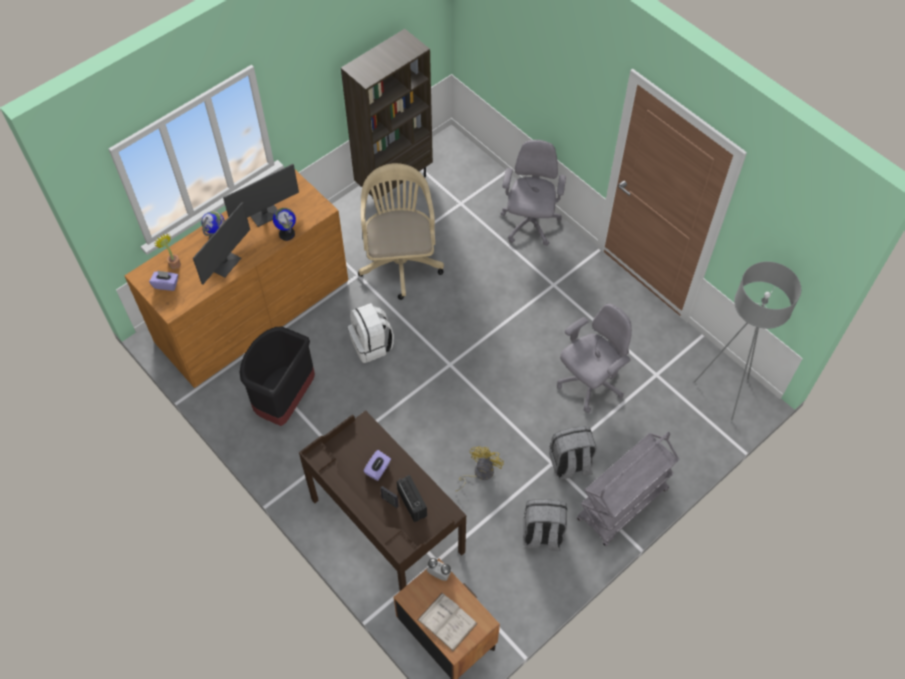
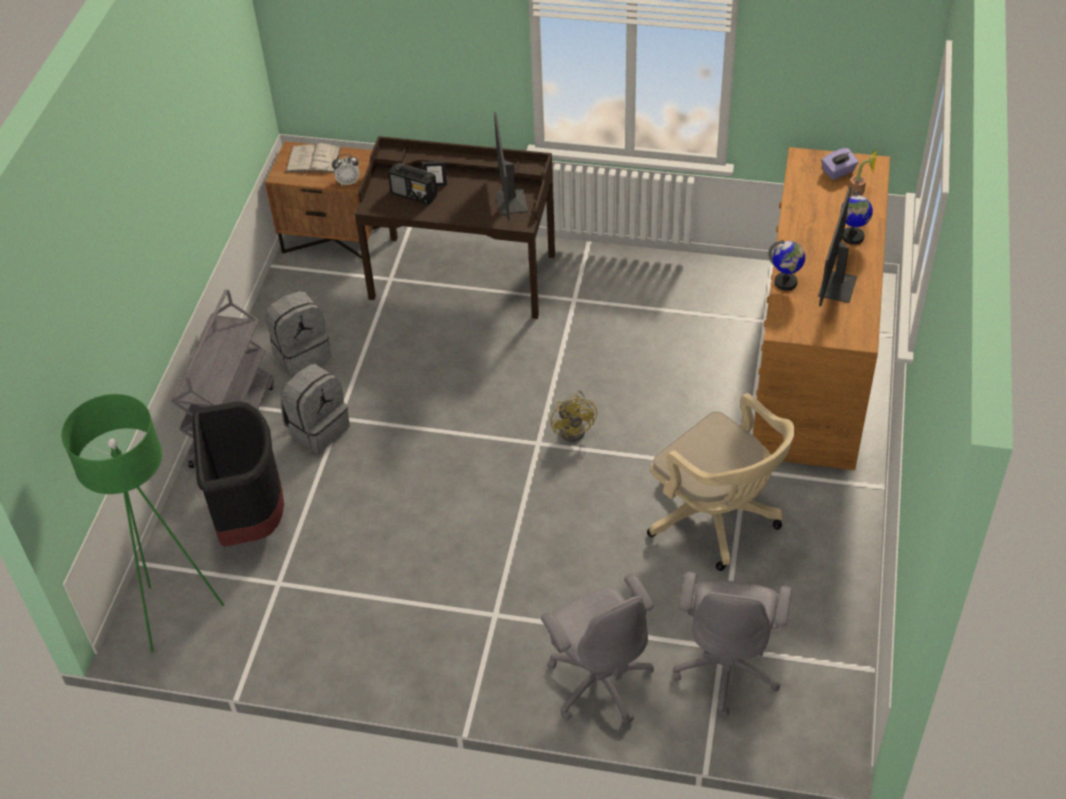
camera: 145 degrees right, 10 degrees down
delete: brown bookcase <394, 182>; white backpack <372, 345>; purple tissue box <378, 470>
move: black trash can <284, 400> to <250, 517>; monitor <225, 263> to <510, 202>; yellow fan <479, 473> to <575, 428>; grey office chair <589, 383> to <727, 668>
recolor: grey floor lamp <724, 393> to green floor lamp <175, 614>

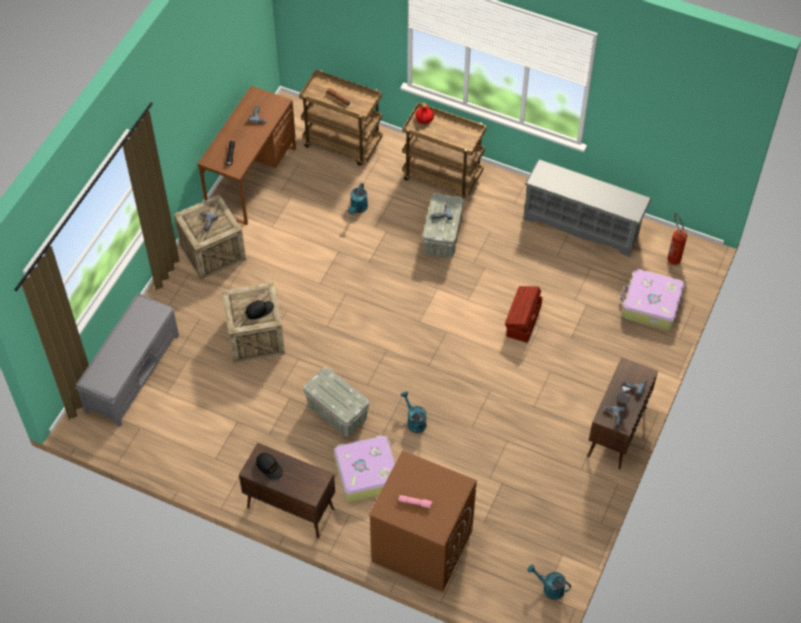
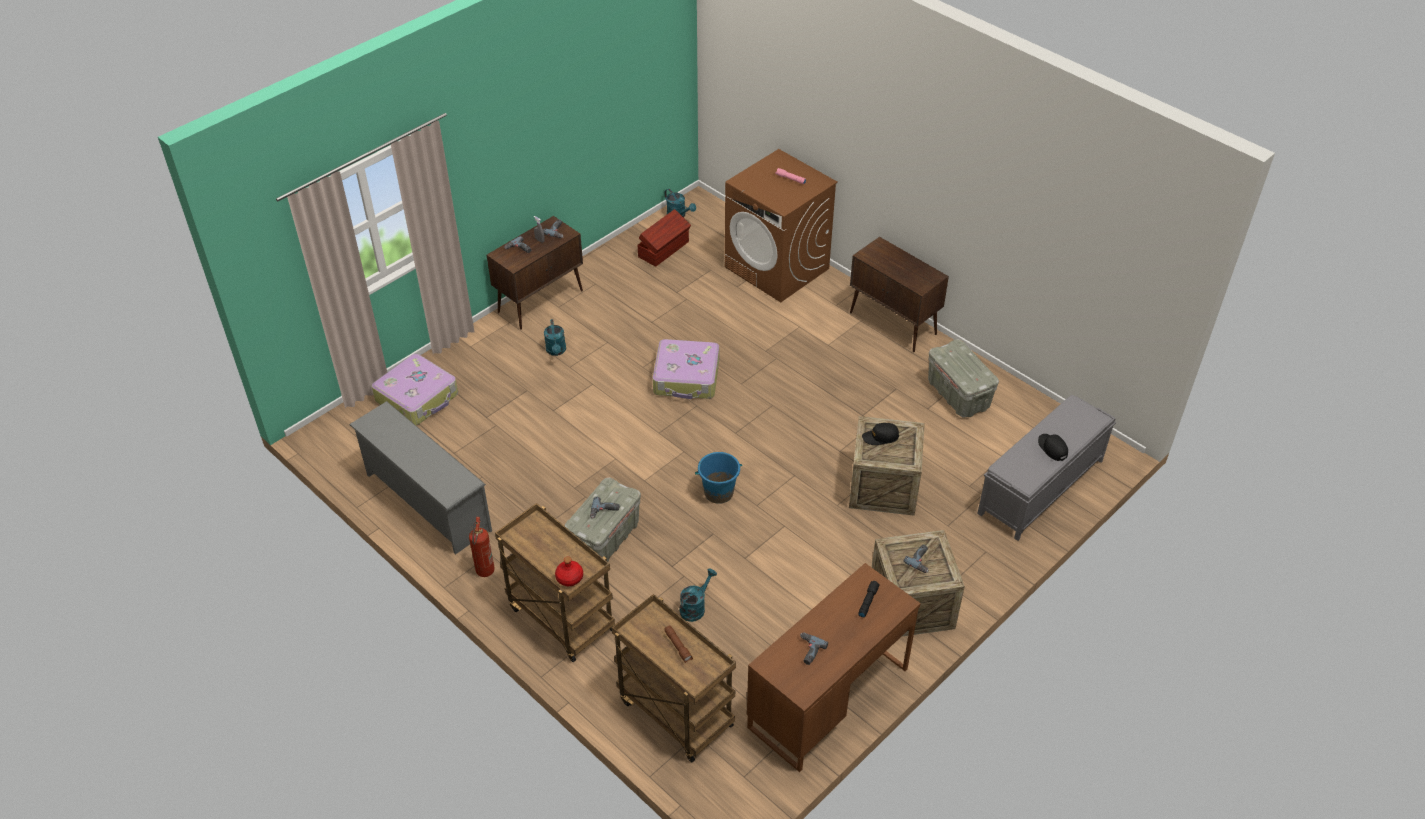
camera: 160 degrees left, 10 degrees down
insert: blue bucket <718, 492>
move: fire extinguisher <672, 256> to <484, 574>; turquoise watering can <414, 421> to <556, 351>; brown storage box <523, 321> to <664, 249>; suitcase <366, 473> to <687, 378>; grey storage box <336, 412> to <958, 395>; black cap <269, 467> to <1052, 448>

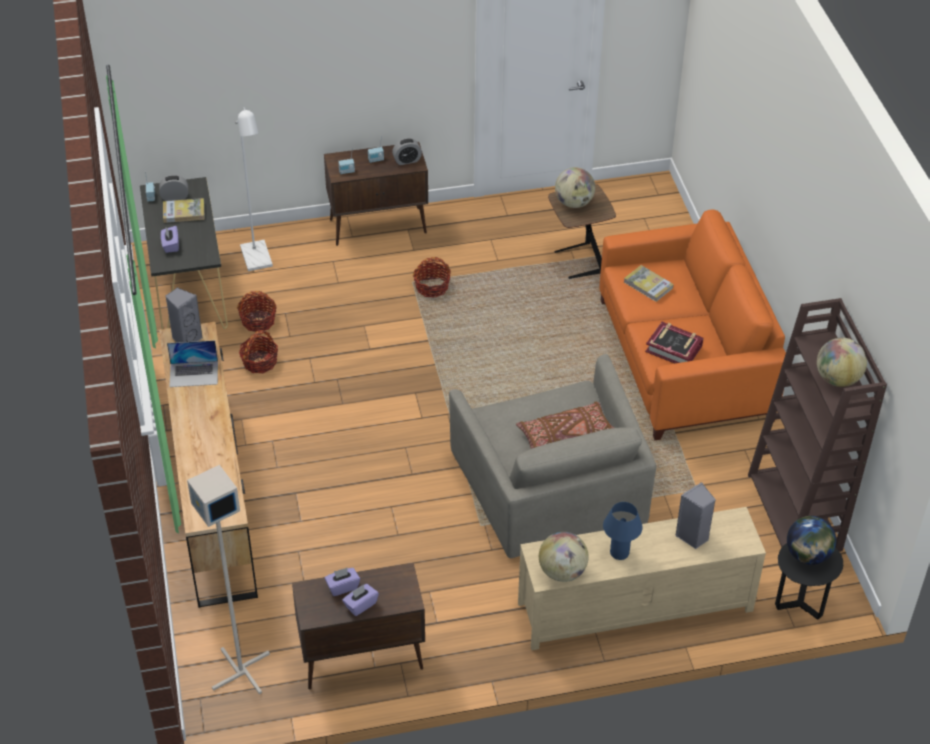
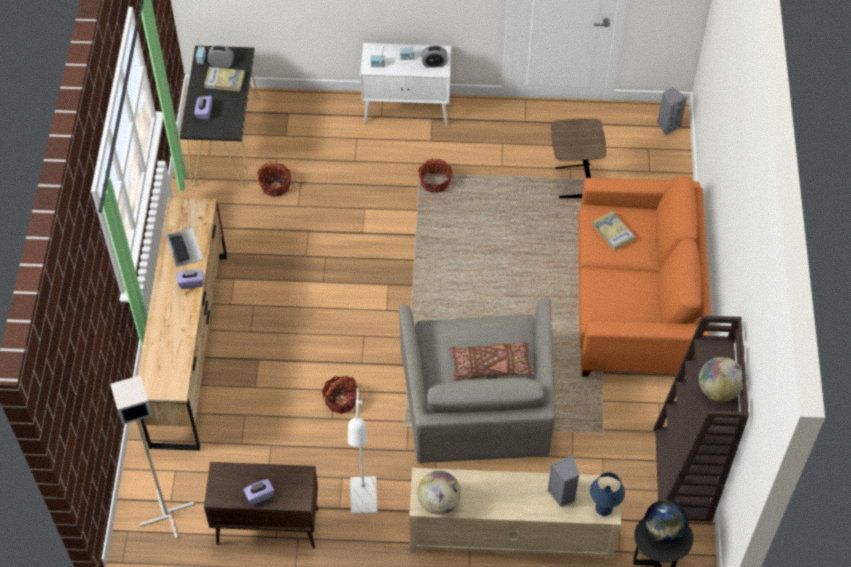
camera: 15 degrees right, 10 degrees up
delete: globe <574, 203>; book <674, 348>
move: purple tissue box <342, 587> to <191, 283>; basket <259, 362> to <341, 399>; white floor lamp <258, 261> to <364, 503>; blue table lamp <619, 553> to <603, 508>; grey speaker <186, 339> to <667, 126>
recolor: brown cabinet <379, 226> to white cabinet <407, 110>
rotate: laptop <194, 374> = <184, 247> 120 degrees counterclockwise

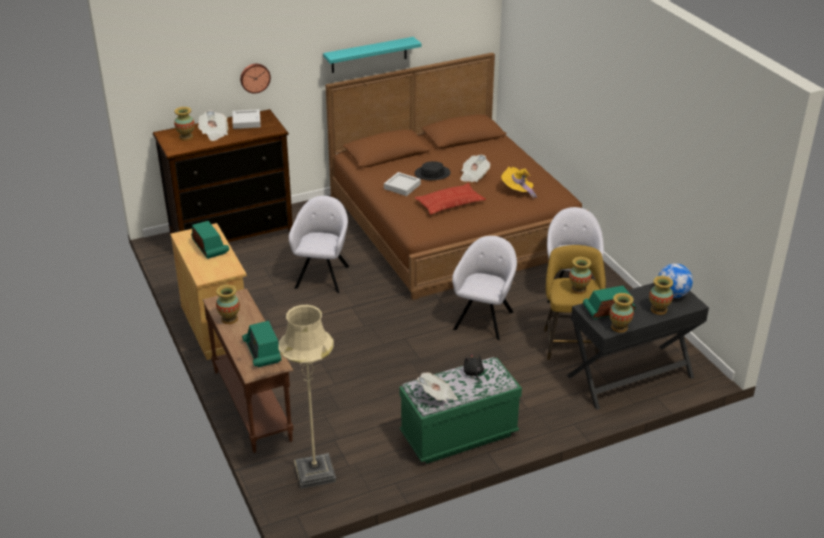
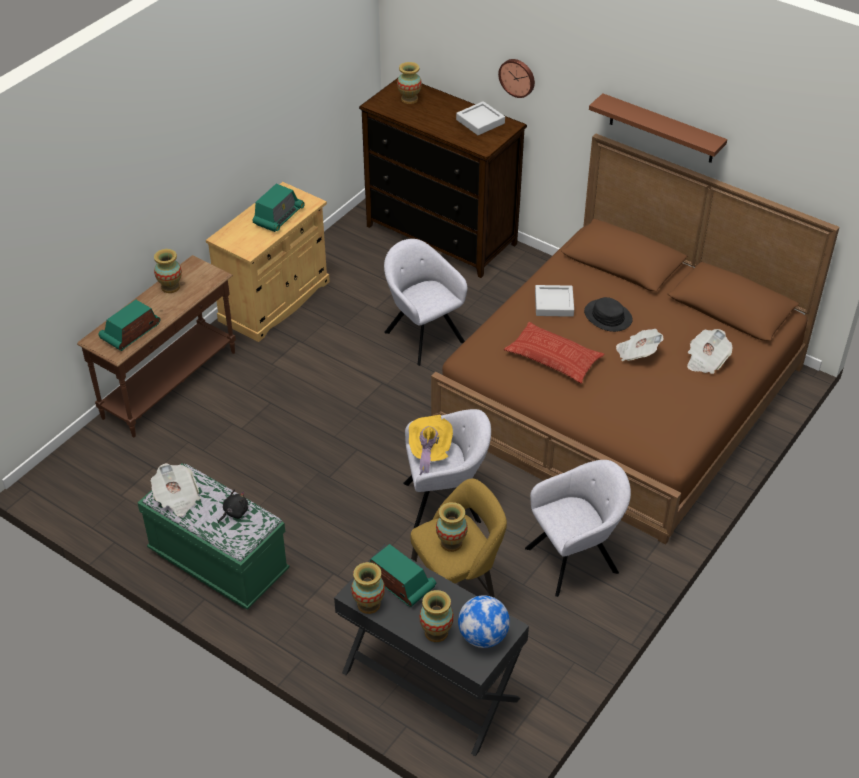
camera: 60 degrees right, 10 degrees up
delete: beige floor lamp <315, 472>
move: yellow hat <517, 191> to <429, 452>; newspaper <214, 133> to <706, 360>
recolor: turquoise shelf <369, 55> to brown shelf <661, 129>
rotate: grey armchair <322, 275> = <422, 335> 105 degrees counterclockwise

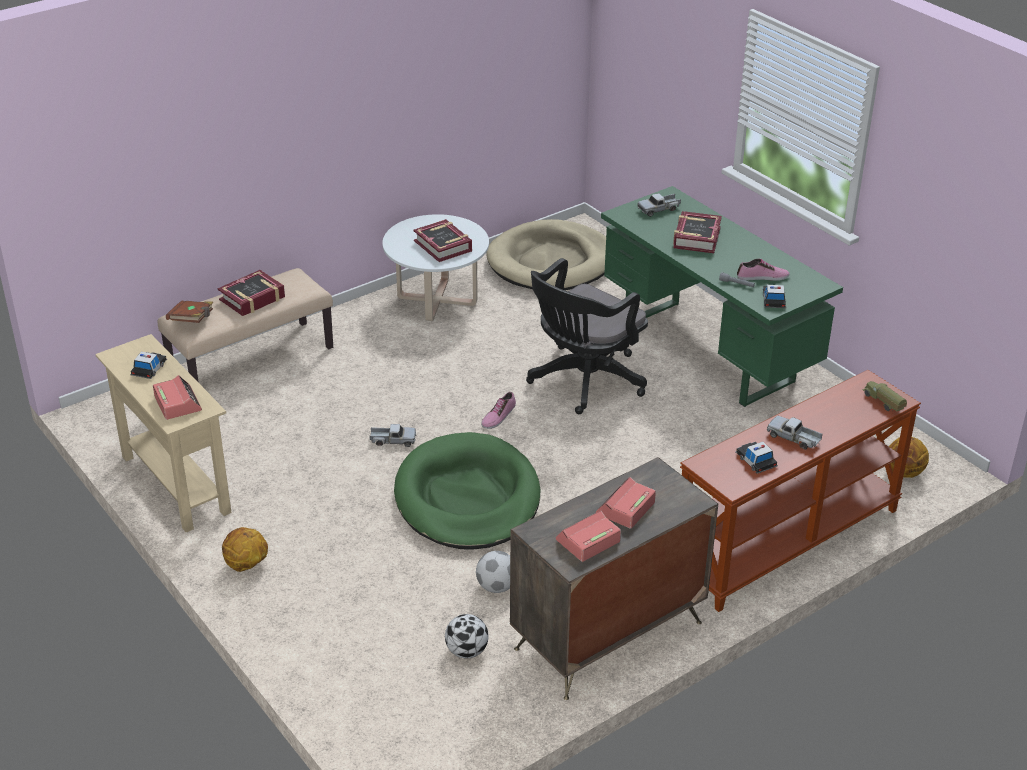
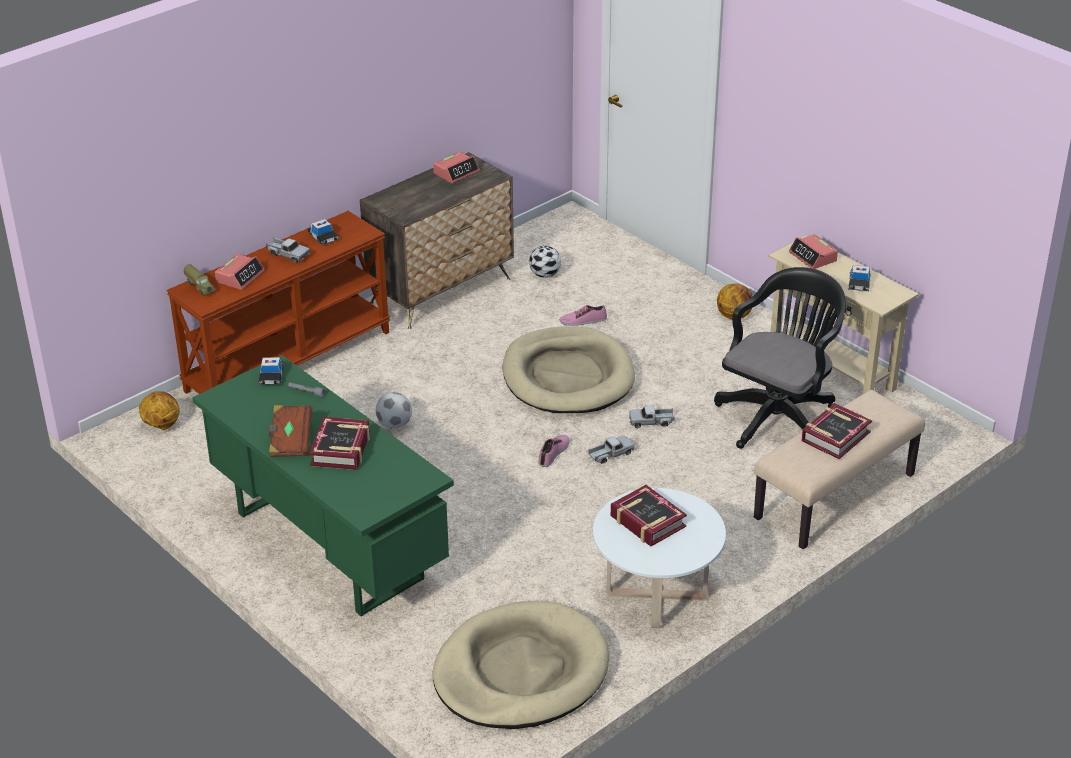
camera: 175 degrees right, 0 degrees up
move: alarm clock <625, 509> to <240, 277>; brown book <192, 320> to <290, 441>; football <496, 587> to <394, 424>; shoe <762, 277> to <583, 320>; toy truck <659, 209> to <610, 454>; black office chair <583, 382> to <778, 416>
recolor: green dog bed <467, 498> to beige dog bed <567, 376>

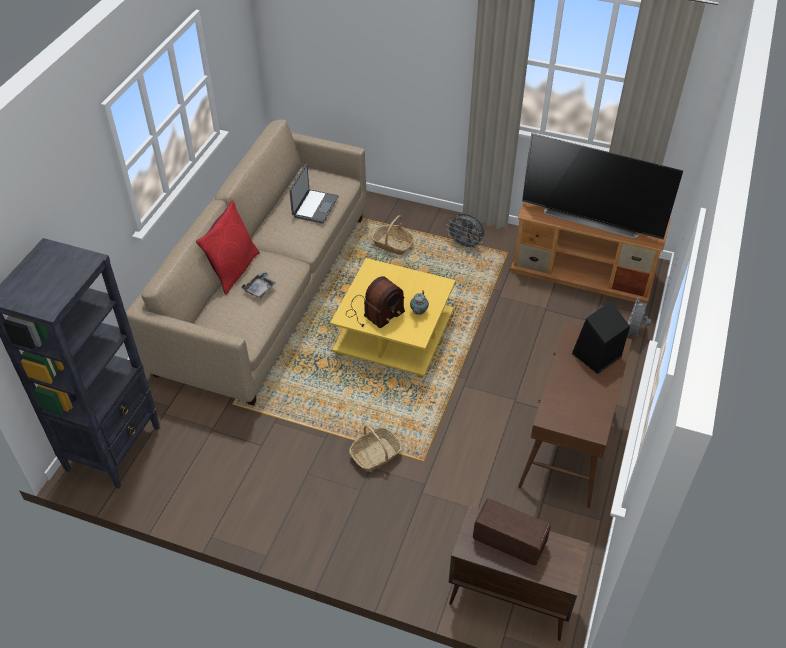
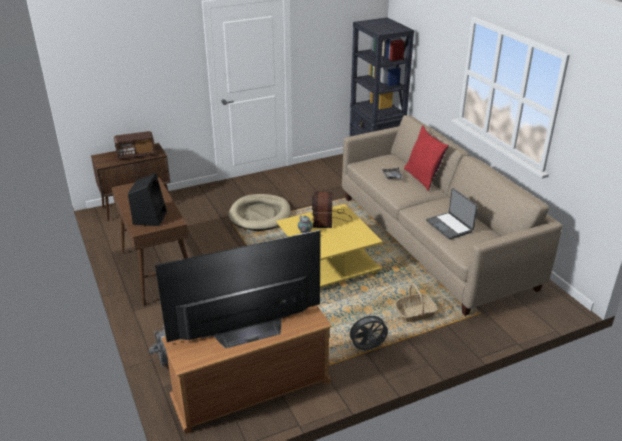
camera: 135 degrees right, 15 degrees down
replace: basket <375, 455> to beige dog bed <260, 215>

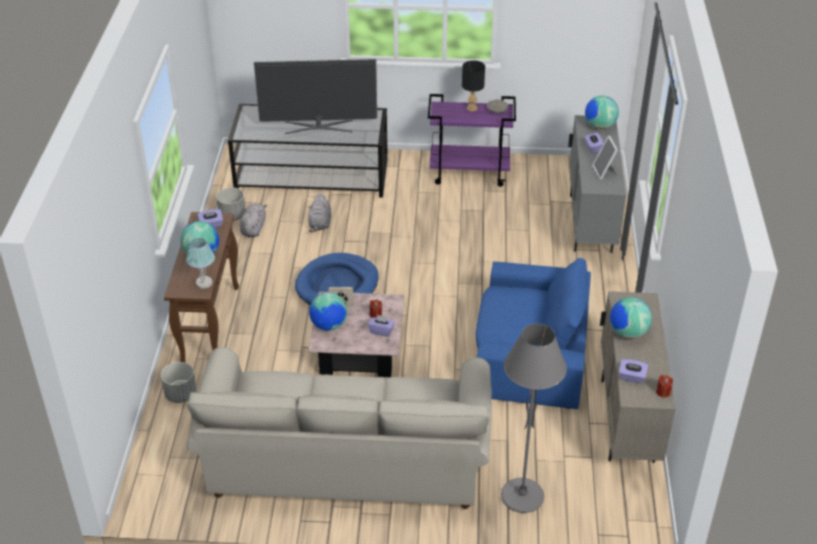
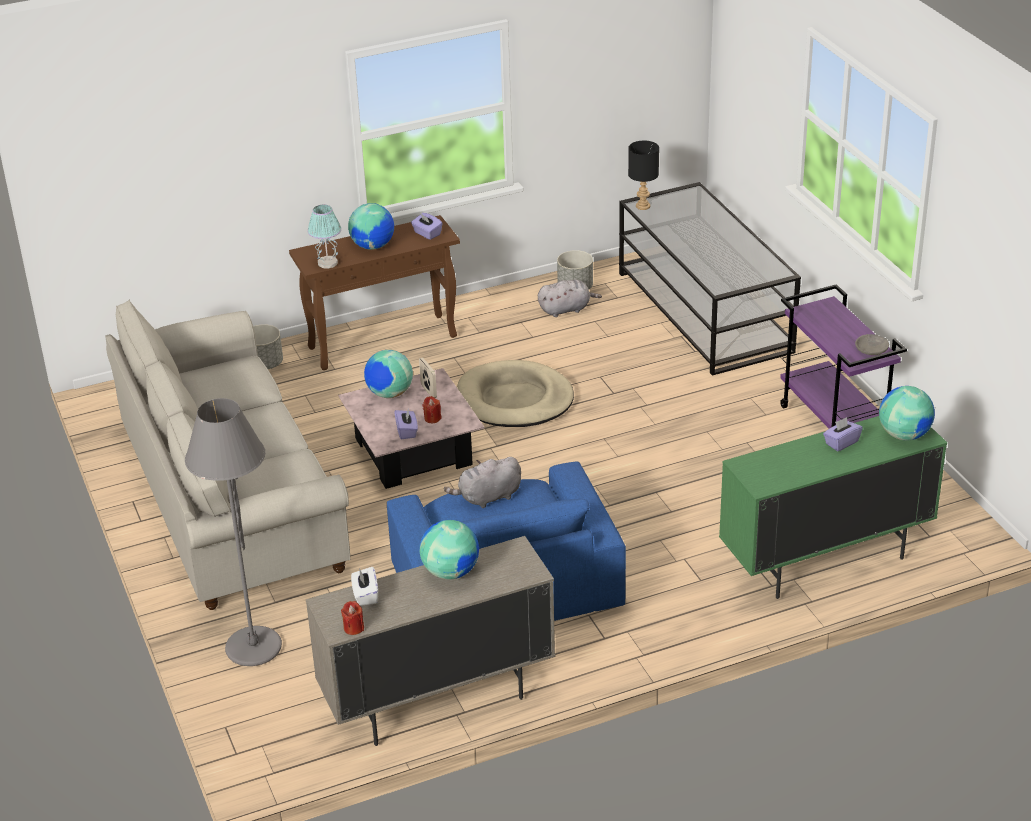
camera: 65 degrees right, 5 degrees down
delete: television <319, 126>; picture frame <605, 172>
move: grey plush toy <320, 224> to <487, 497>; black table lamp <472, 108> to <643, 206>
recolor: purple tissue box <631, 377> to white tissue box <365, 595>; blue dog bed <337, 285> to beige dog bed <514, 399>; grey cabinet <590, 224> to green cabinet <825, 561>

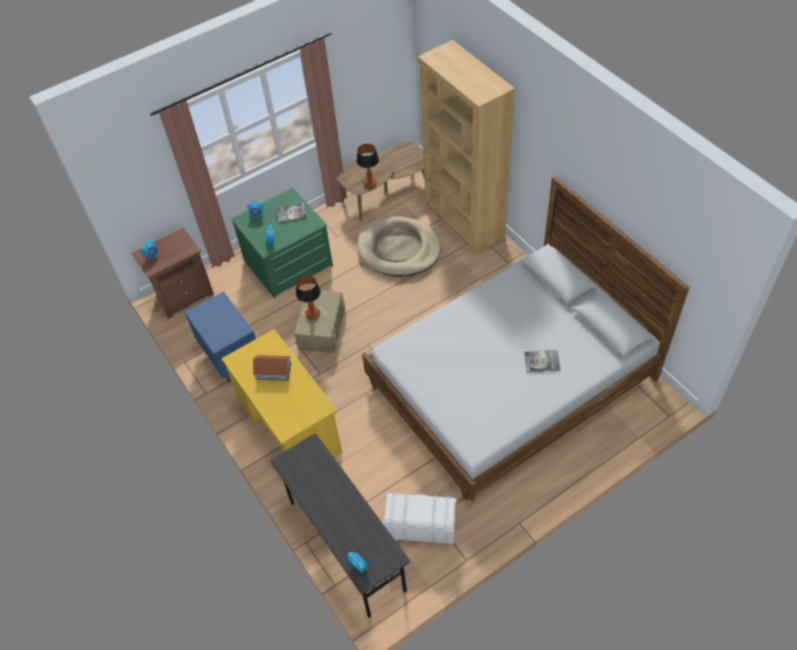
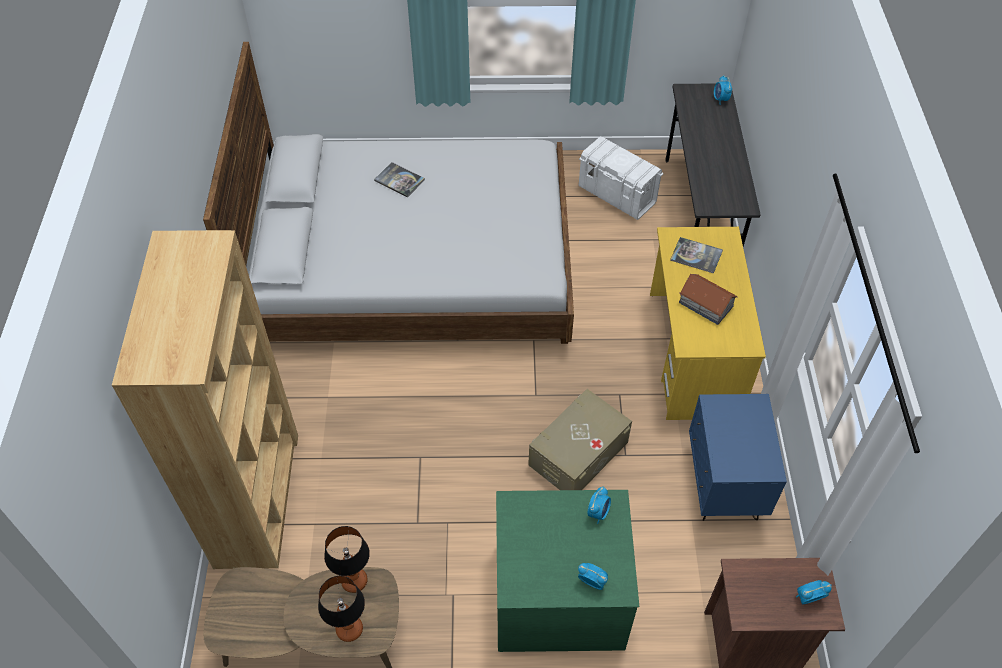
camera: 150 degrees left, 0 degrees up
delete: beige dog bed <399, 249>
move: table lamp <312, 314> to <349, 630>; book <291, 213> to <696, 256>

